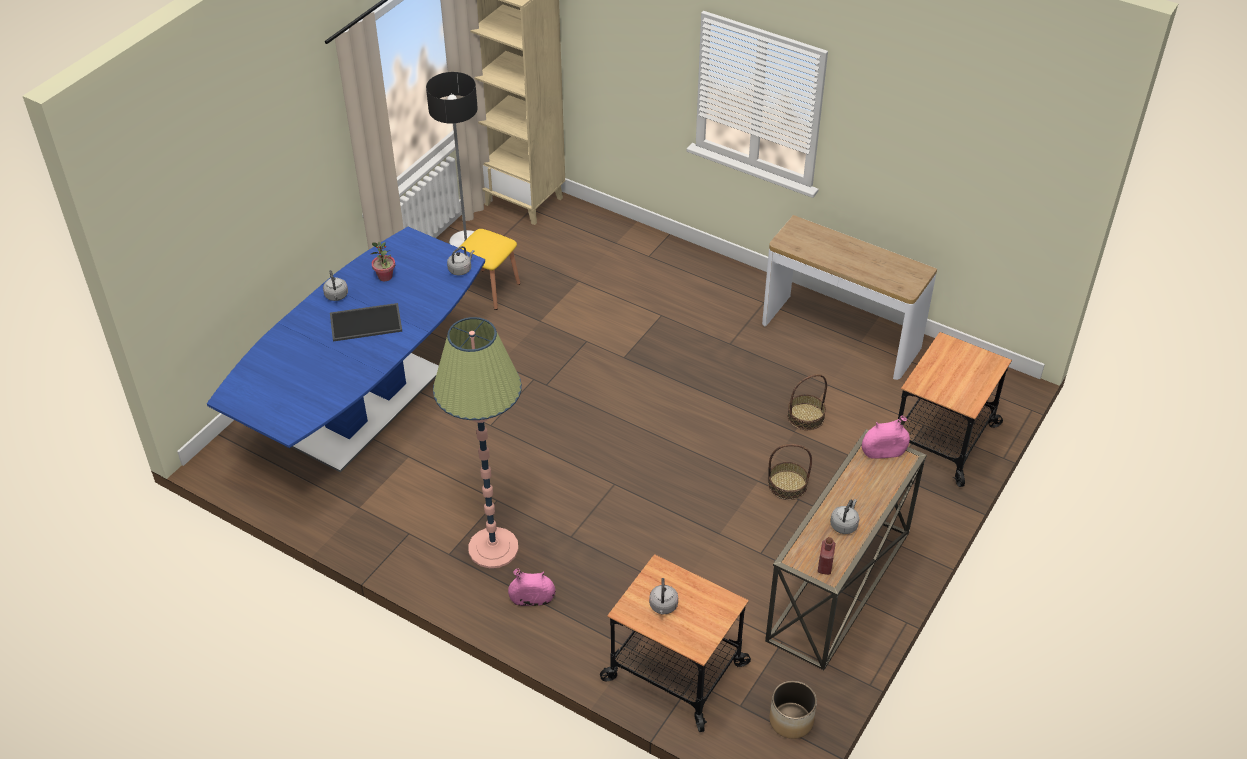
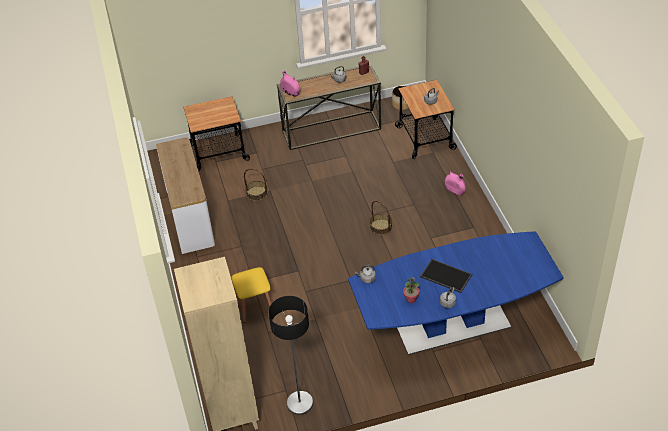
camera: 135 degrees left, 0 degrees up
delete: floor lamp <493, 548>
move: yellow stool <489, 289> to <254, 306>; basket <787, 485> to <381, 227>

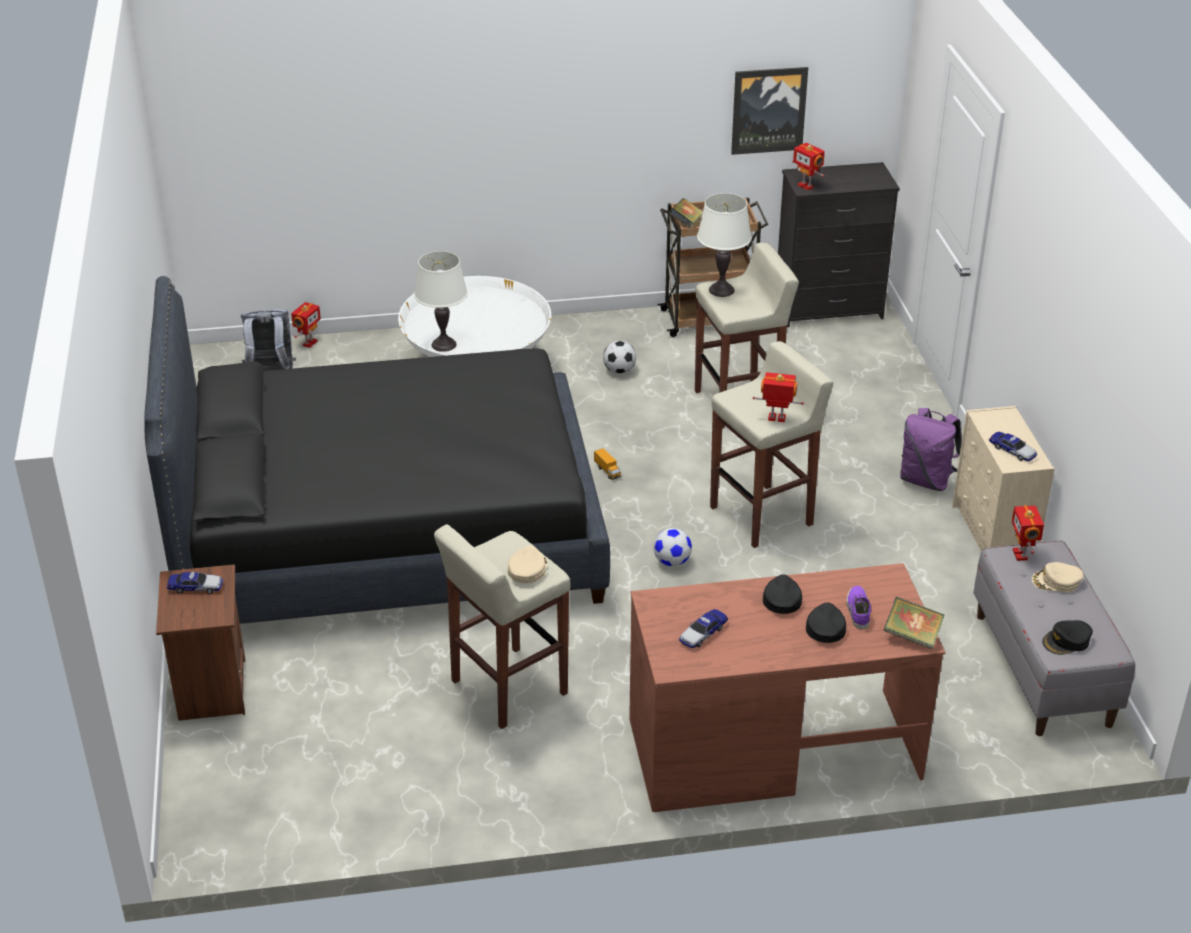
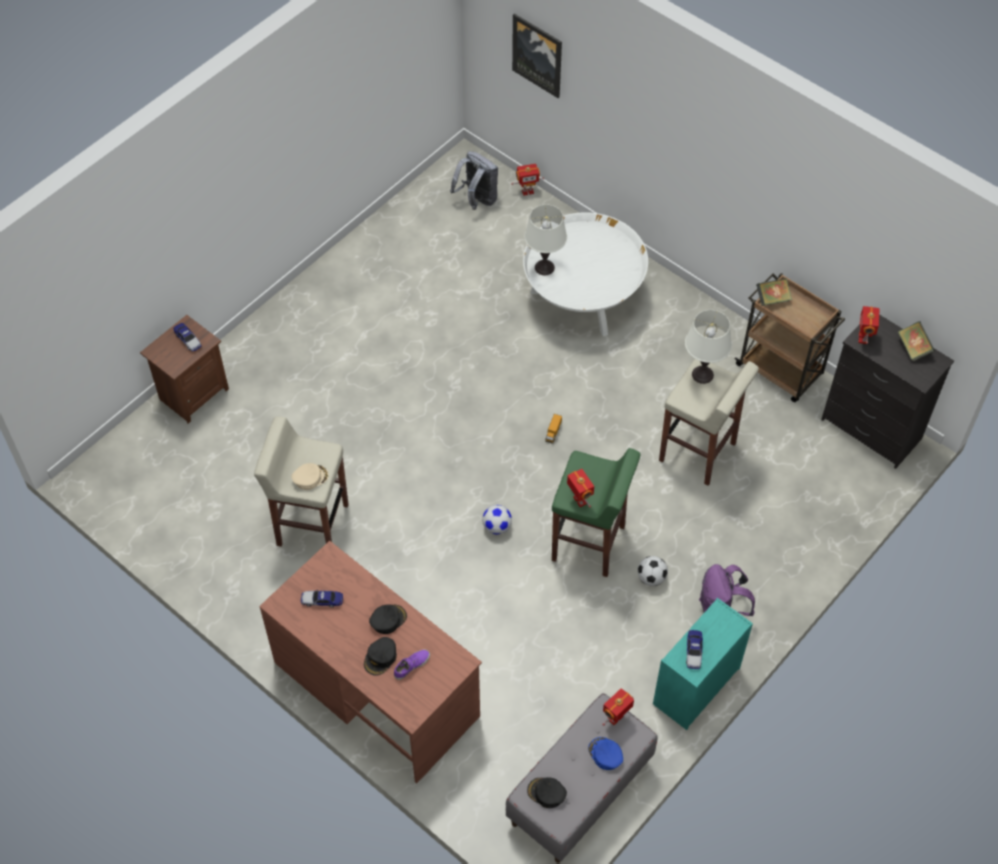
camera: 50 degrees right, 20 degrees up
delete: black bed <387, 533>
move: picture <768, 110> to <537, 55>; football <619, 371> to <651, 578>; book <912, 636> to <913, 348>
recolor: beige stool <763, 516> to green stool <589, 544>; beige cap <1056, 581> to blue cap <605, 754>; beige dresser <993, 536> to turquoise dresser <695, 687>
rotate: black cap <825, 627> = <380, 658> 150 degrees clockwise

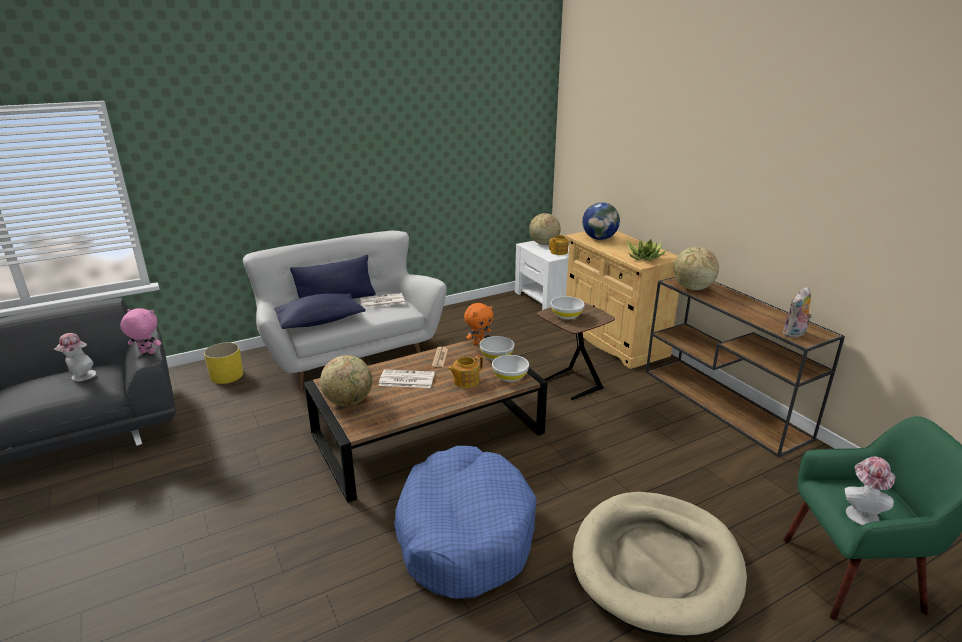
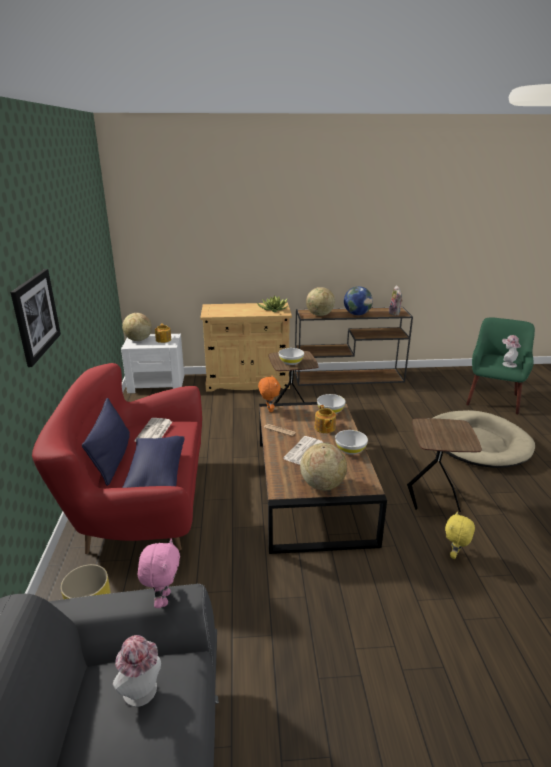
camera: 65 degrees left, 0 degrees up
insert: picture <35, 315>; yellow plush toy <455, 555>
move: white bowl <496, 356> to <350, 449>; globe <599, 238> to <357, 314>
replace: blue dog bed <464, 533> to brown side table <434, 499>
recolor: white sofa <349, 354> to red sofa <139, 504>
rotate: pink plush toy <146, 353> = <163, 599> 150 degrees clockwise

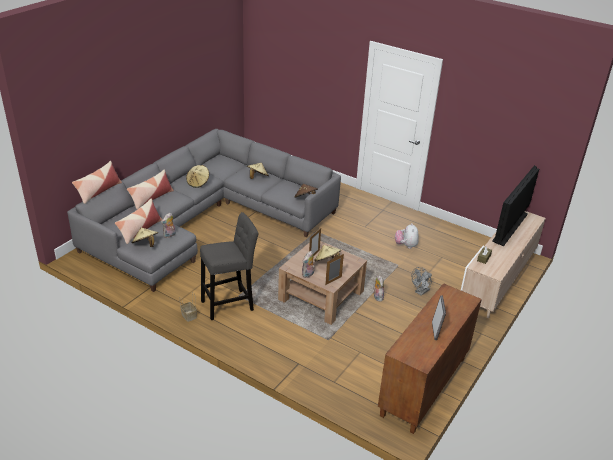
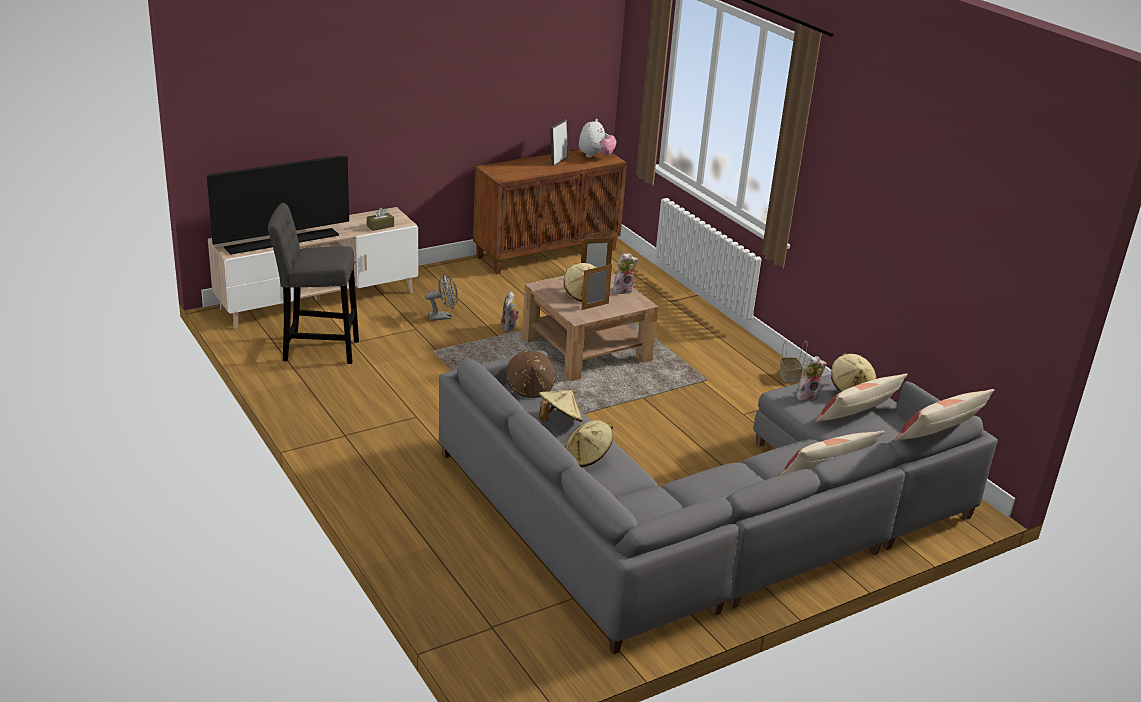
camera: 155 degrees left, 5 degrees down
move: grey stool <230, 304> to <316, 349>; beige hat <198, 183> to <559, 421>; plush toy <406, 245> to <595, 156>

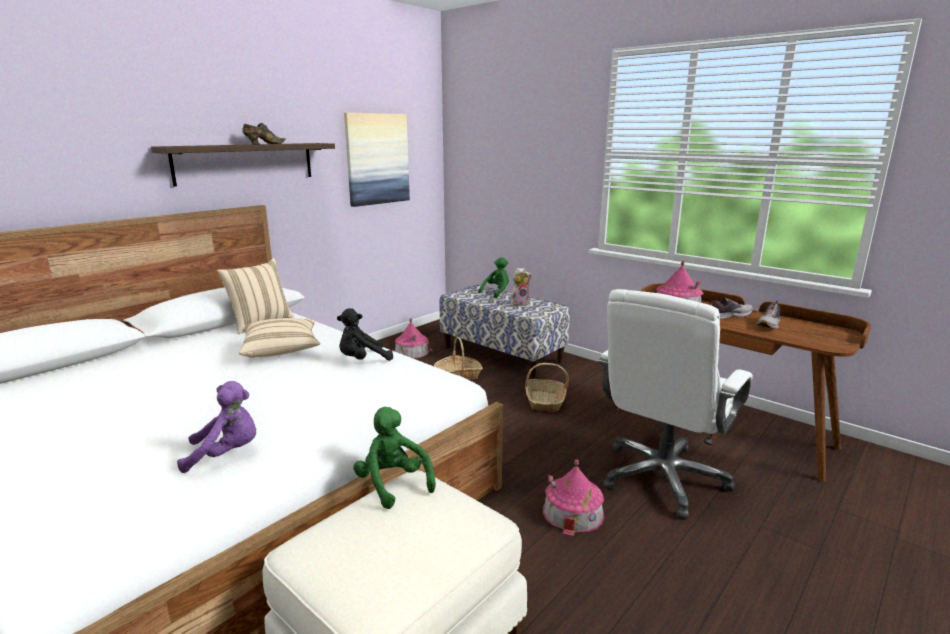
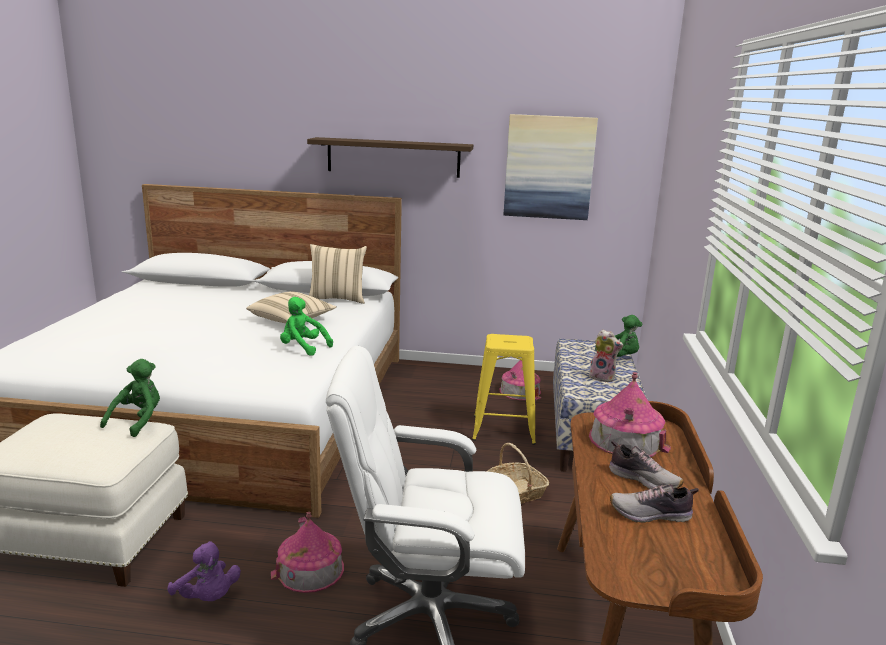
camera: 55 degrees right, 0 degrees up
delete: brown shoe <263, 144>
move: purple plush toy <227, 454> to <207, 598>
replace: basket <458, 375> to yellow stool <503, 429>
recolor: black plush toy <362, 360> to green plush toy <303, 348>

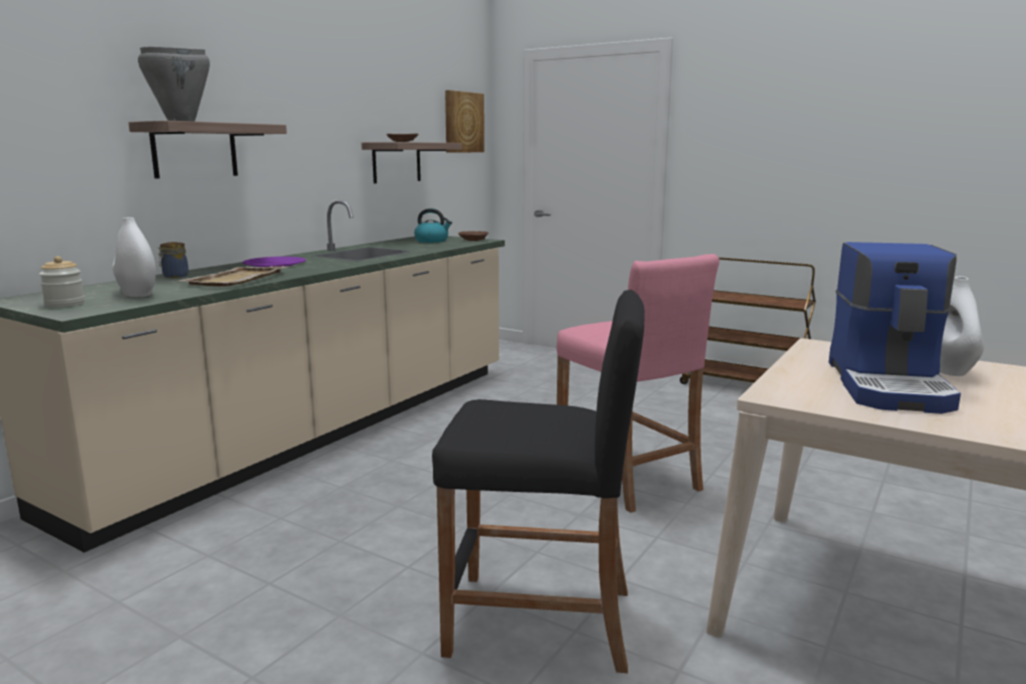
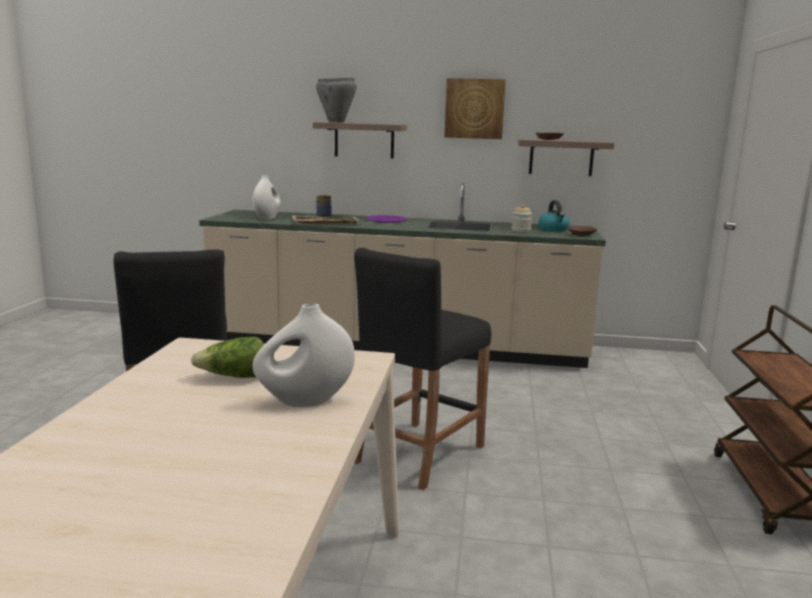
camera: 65 degrees right, 0 degrees up
move: picture <463, 122> to <474, 108>; jar <65, 304> to <521, 230>
replace: coffee machine <890, 386> to lettuce <234, 377>
recolor: pink stool <626, 477> to black stool <418, 454>

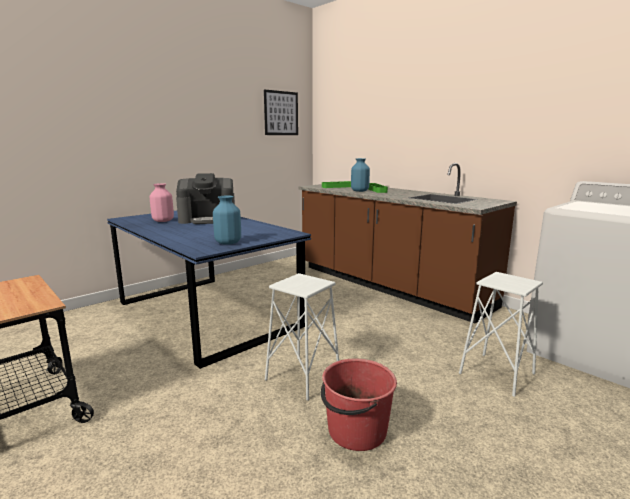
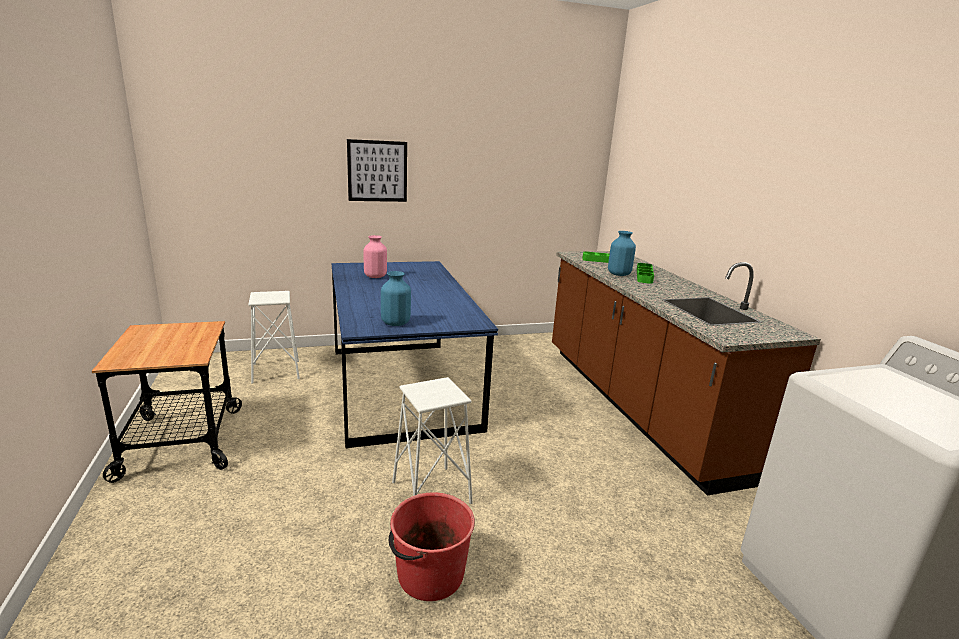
camera: 25 degrees right, 5 degrees up
delete: coffee machine <208, 219>
move: white stool <496, 374> to <276, 371>; picture <281, 113> to <377, 171>

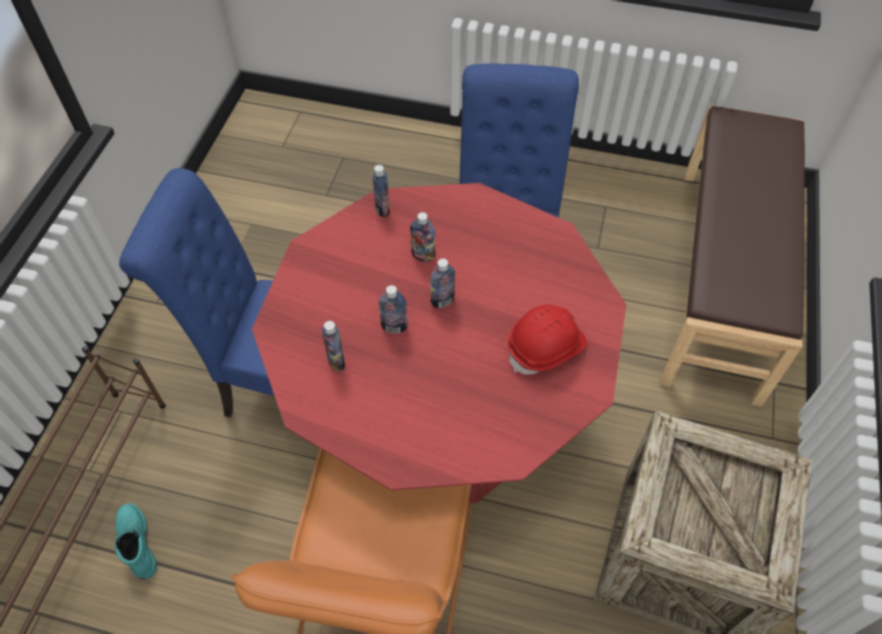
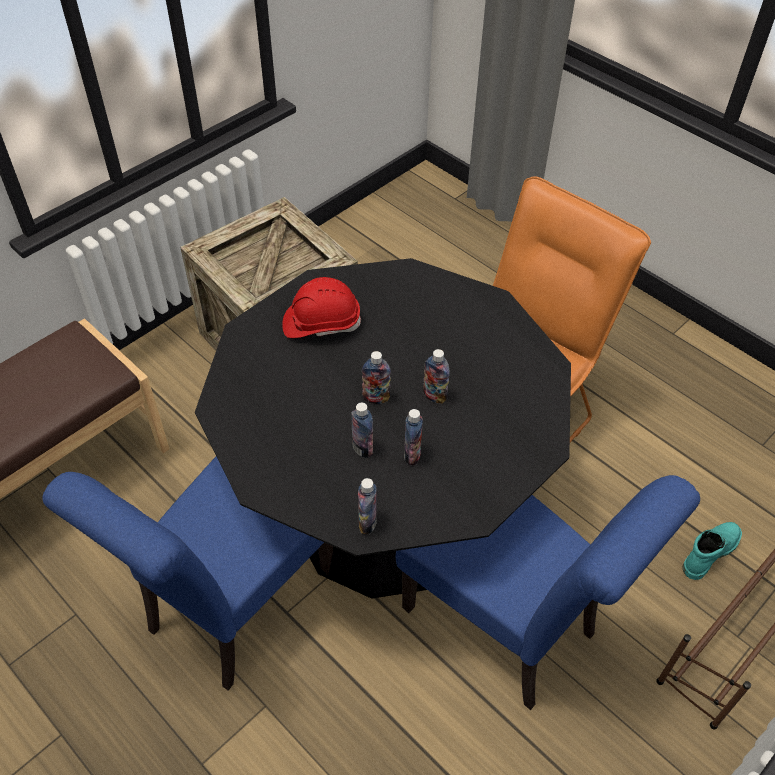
camera: 150 degrees left, 5 degrees down
move: bottle <336, 361> to <412, 455>
recolor: red dining table <440, 425> to black dining table <385, 514>
rotate: turquoise boot <136, 543> = <709, 552> 135 degrees counterclockwise

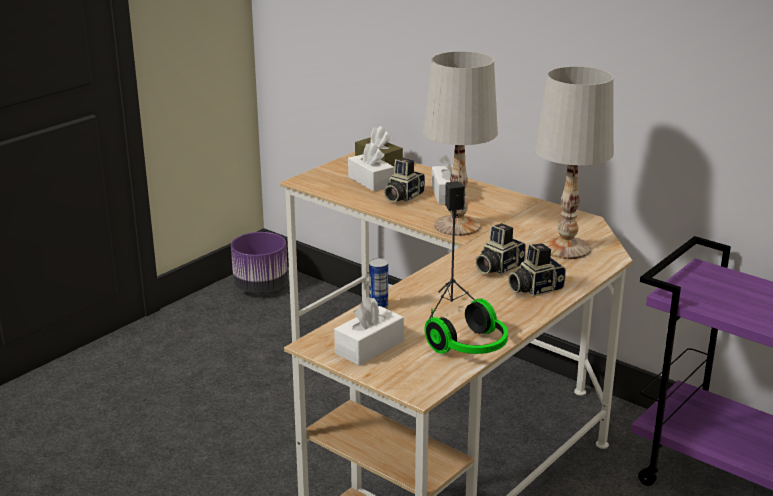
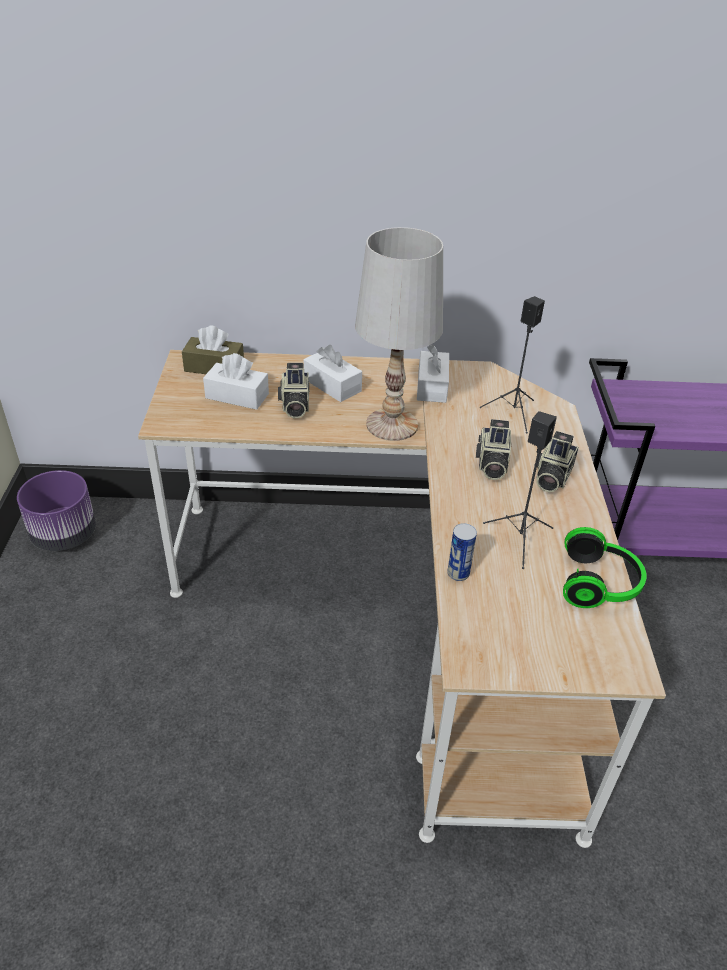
camera: 40 degrees left, 15 degrees up
move: white tissue box <369, 347> to <432, 386>
replace: white table lamp <567, 248> to black speaker <513, 413>

